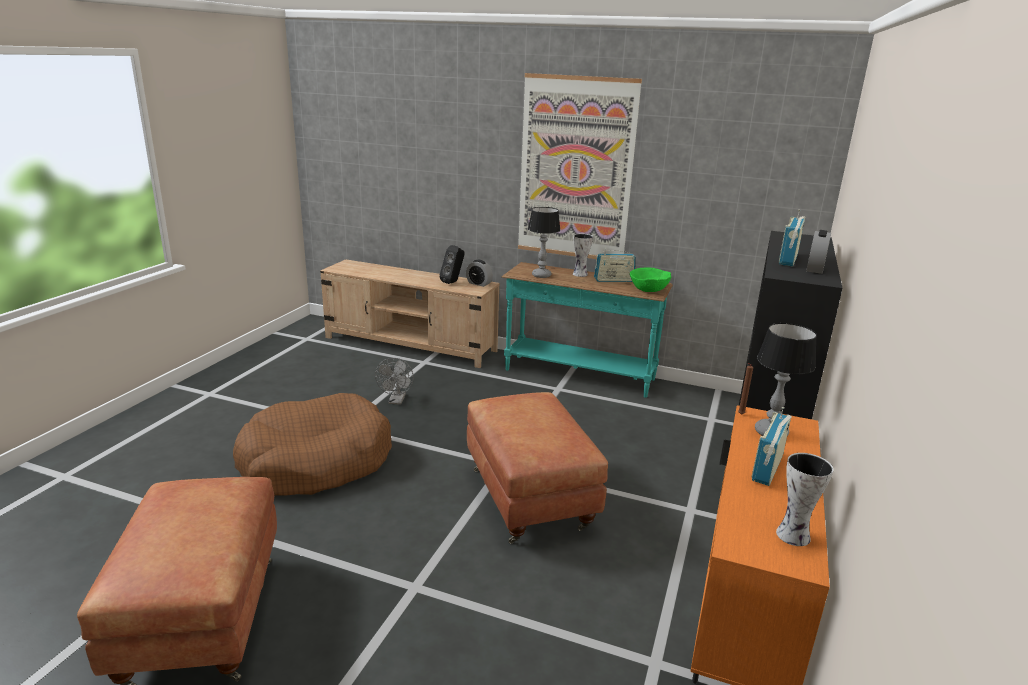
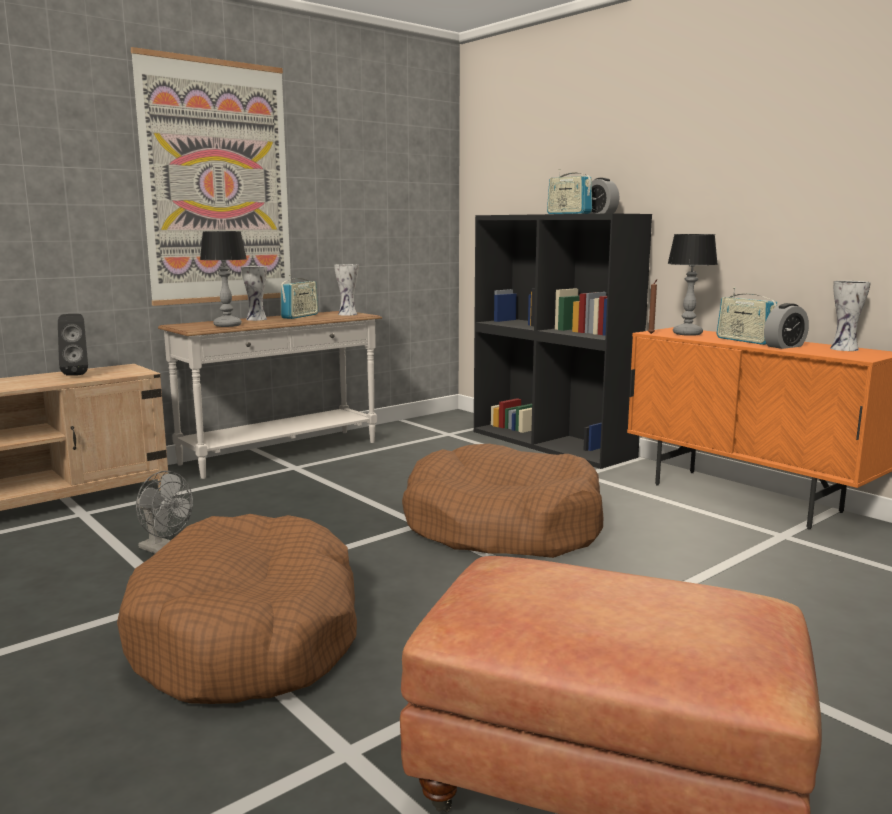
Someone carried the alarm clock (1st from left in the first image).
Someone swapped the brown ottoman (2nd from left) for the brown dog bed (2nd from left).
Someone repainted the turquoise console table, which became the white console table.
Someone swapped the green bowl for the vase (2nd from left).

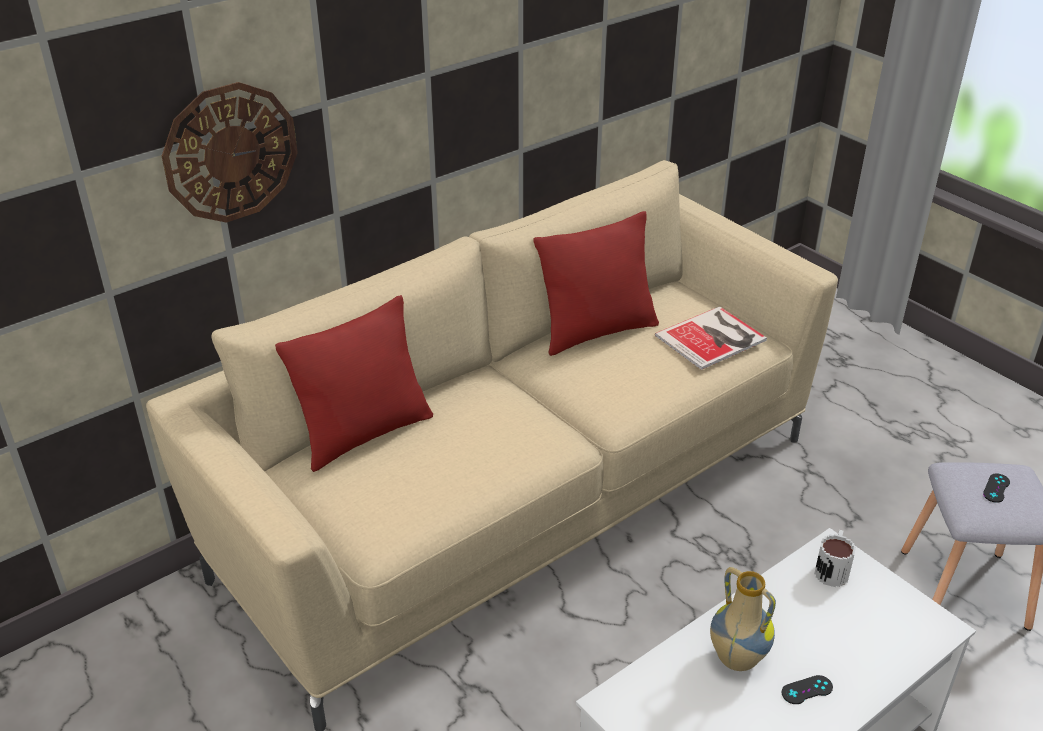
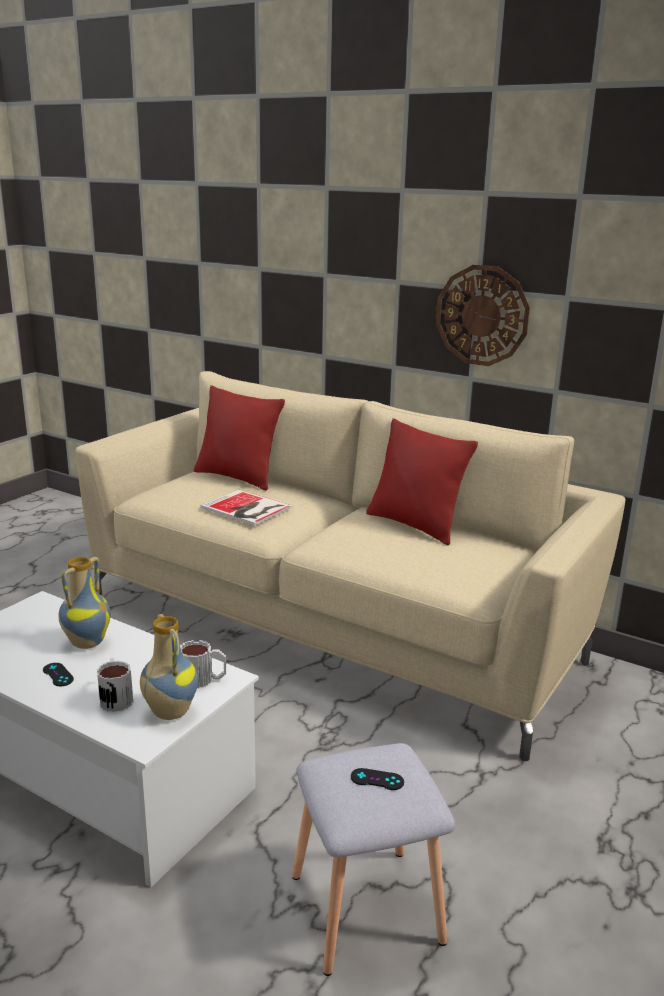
Someone carried the wall clock.
Someone carried the book.
Someone put down the mug (1st from left).
Someone put down the vase (2nd from left).

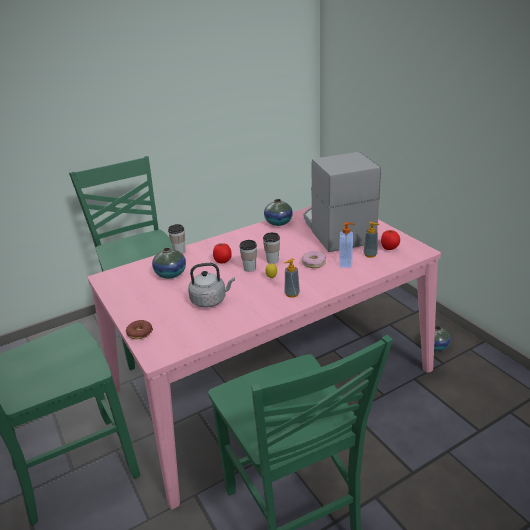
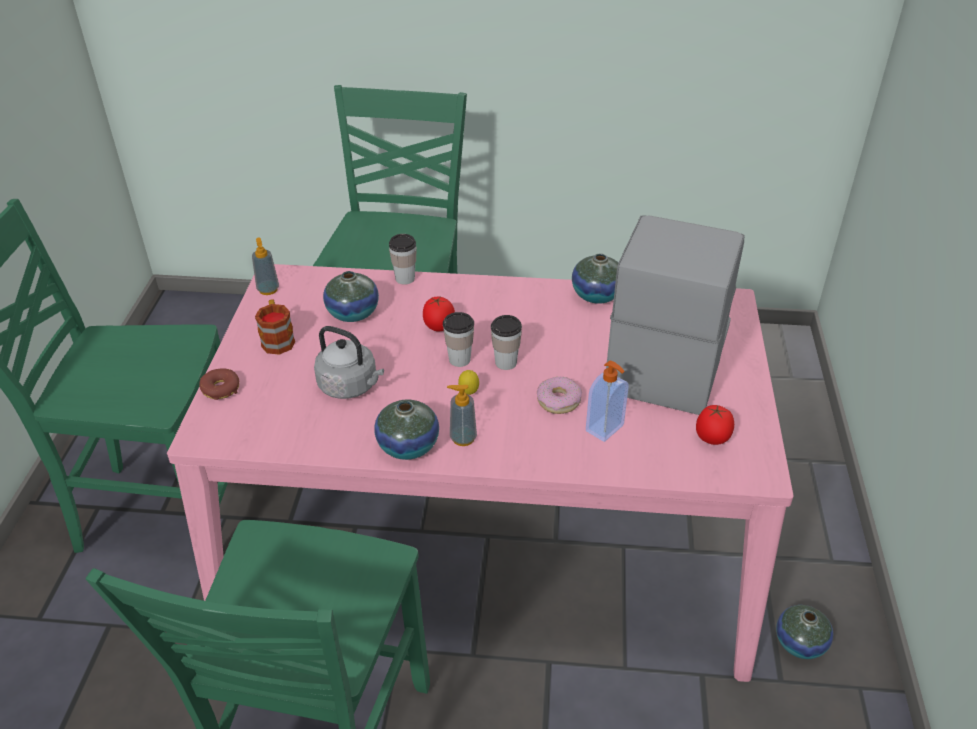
Someone carried the soap dispenser (3rd from left in the first image).
Someone put down the mug.
Someone put down the vase (2nd from left).

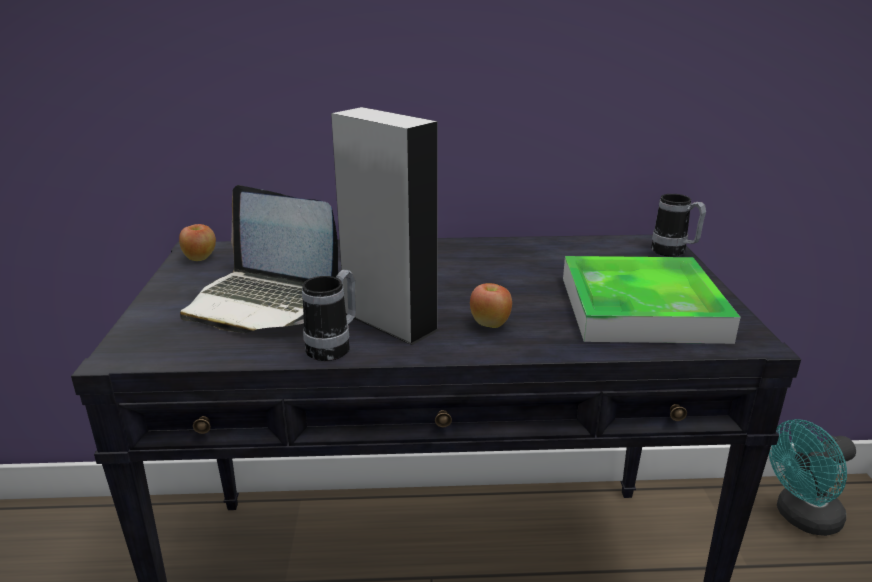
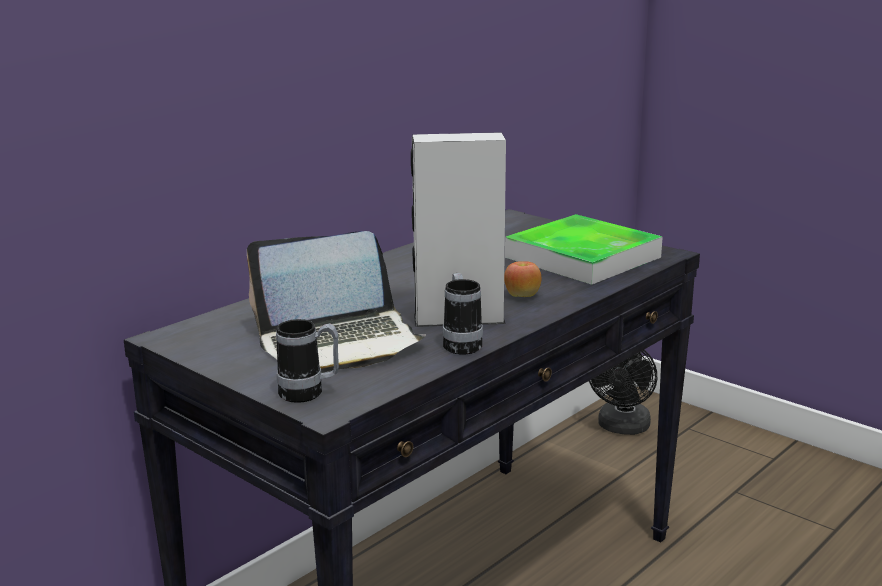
Someone took away the apple (1st from left).
Someone carried the mug (2nd from left in the first image).
Someone repainted the turquoise fan, which became the black fan.

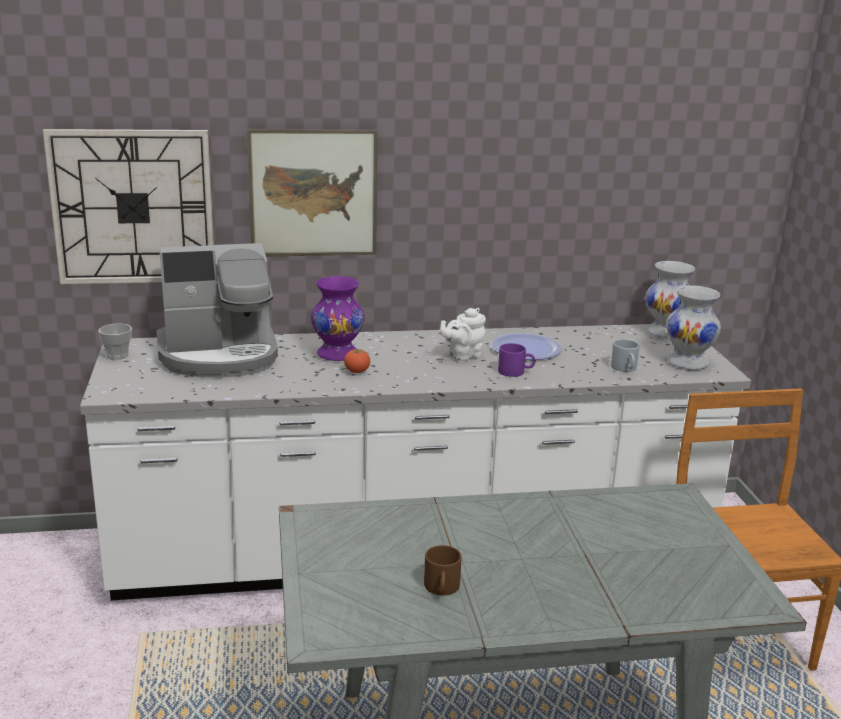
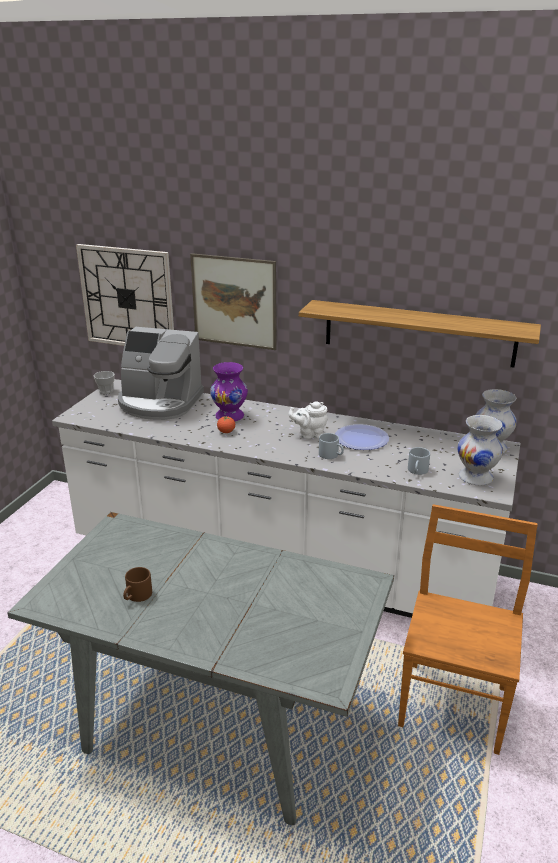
Someone repainted the purple mug, which became the grey mug (1st from left).
Someone put up the shelf.

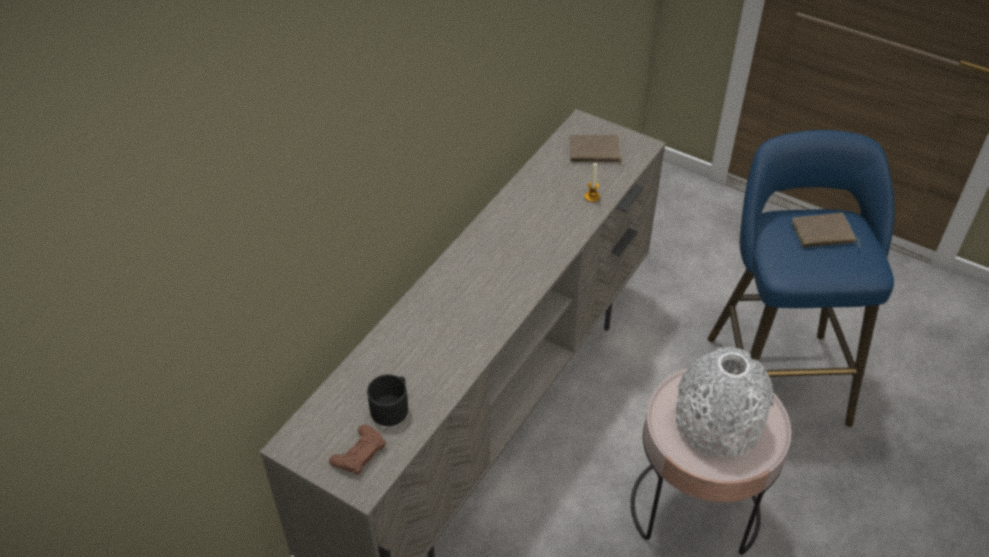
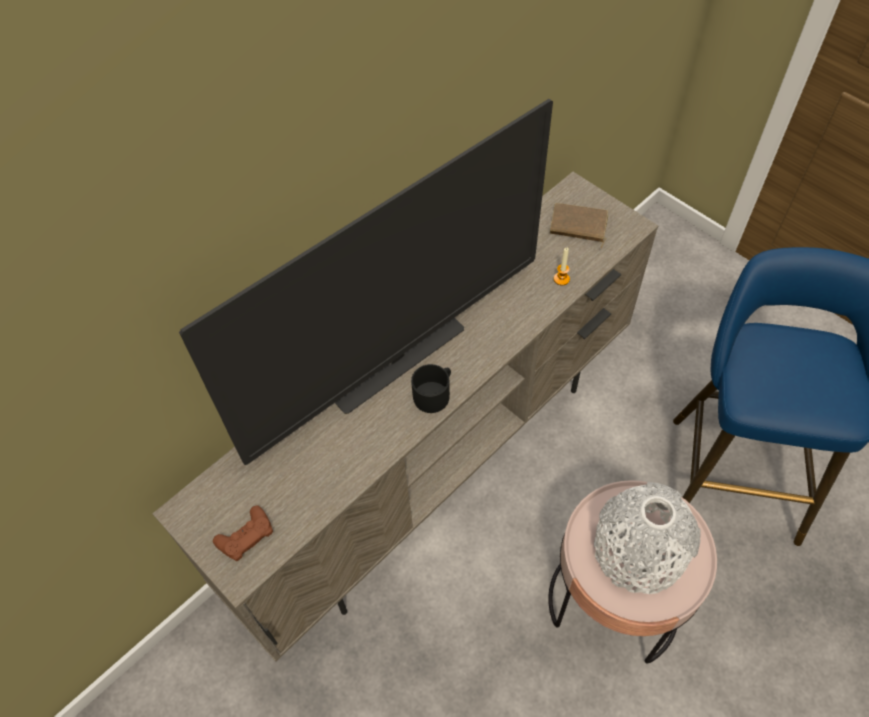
Someone carried the black mug.
Someone took away the brown book (2nd from left).
Someone put down the television.

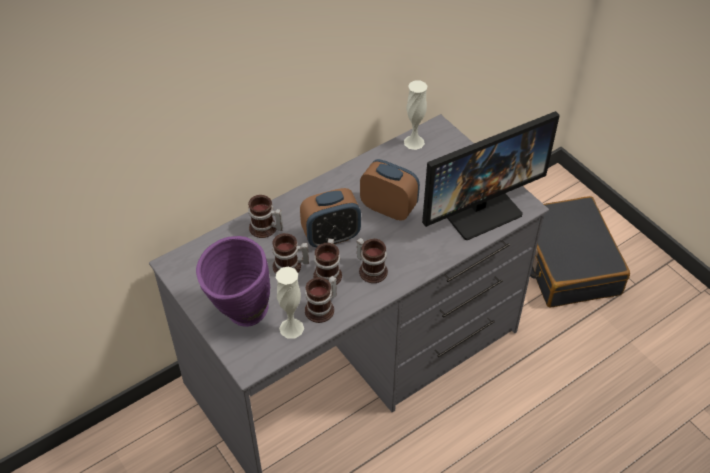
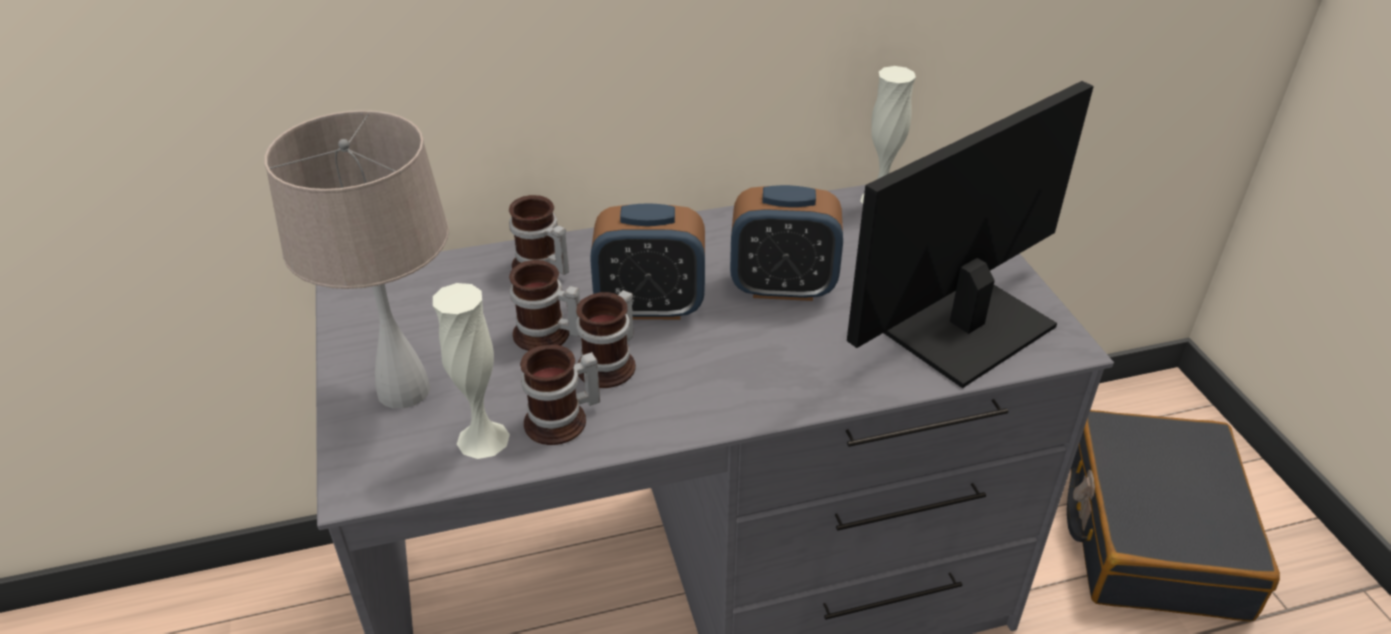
Someone swapped the purple vase for the beige table lamp.
Someone took away the mug (5th from left).
Someone rotated the alarm clock (2nd from left) by 135 degrees clockwise.
Someone rotated the monitor by 150 degrees clockwise.

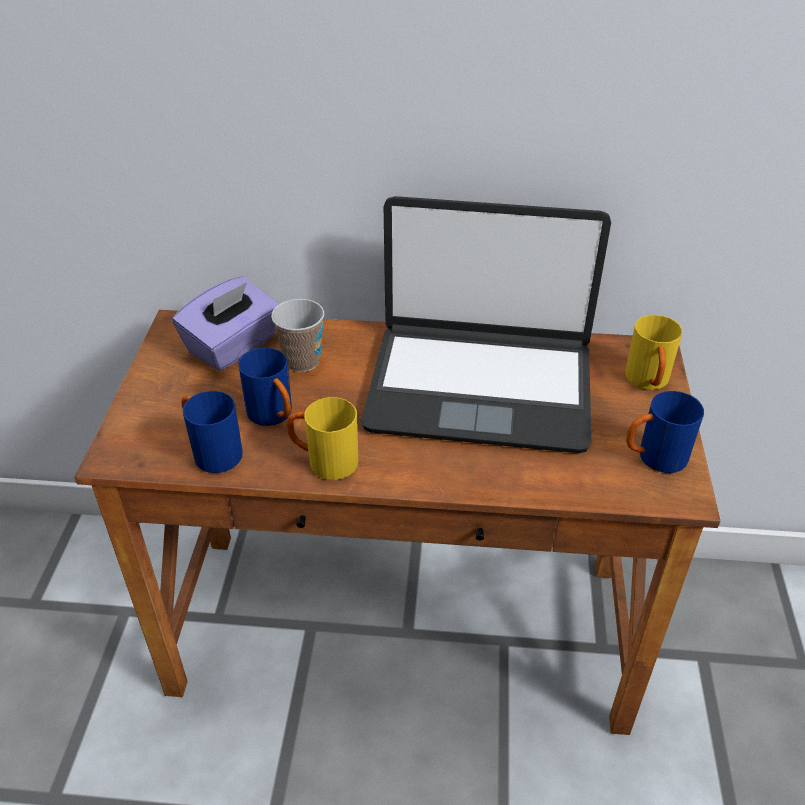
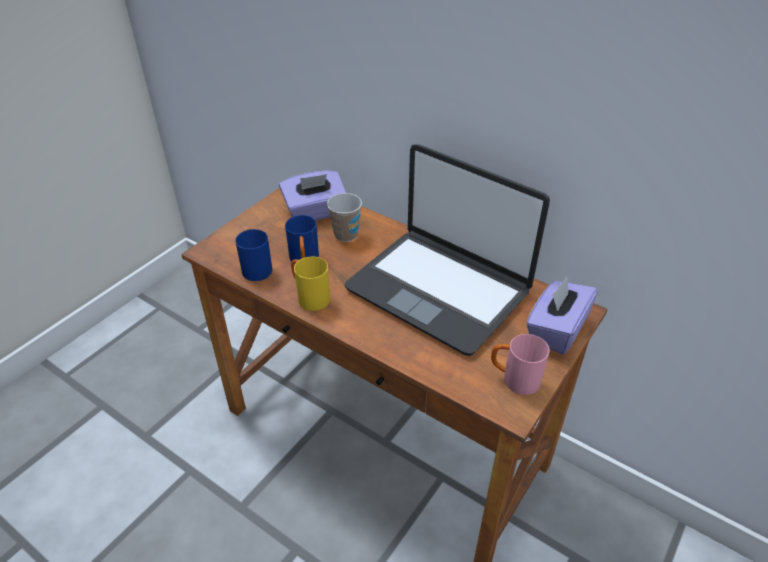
Someone swapped the yellow mug (2nd from left) for the purple tissue box (2nd from left).
Someone repainted the blue mug (3rd from left), which became the pink mug.

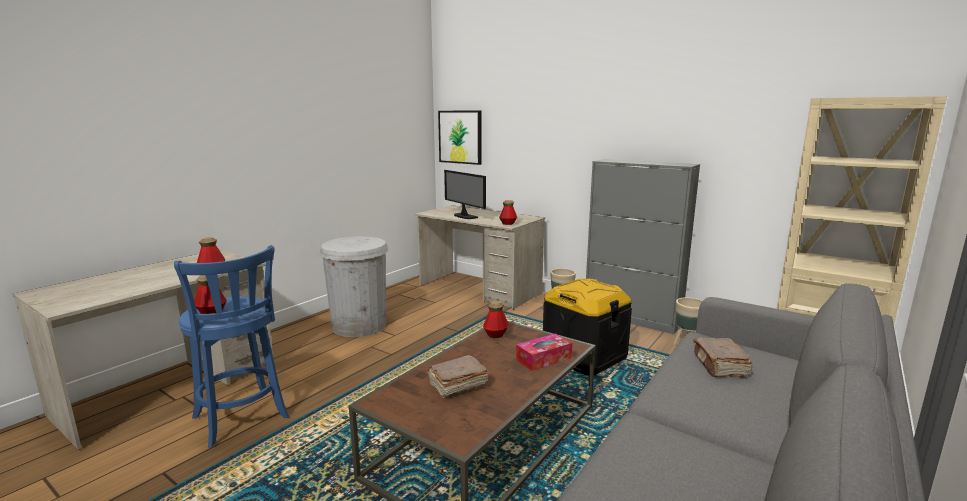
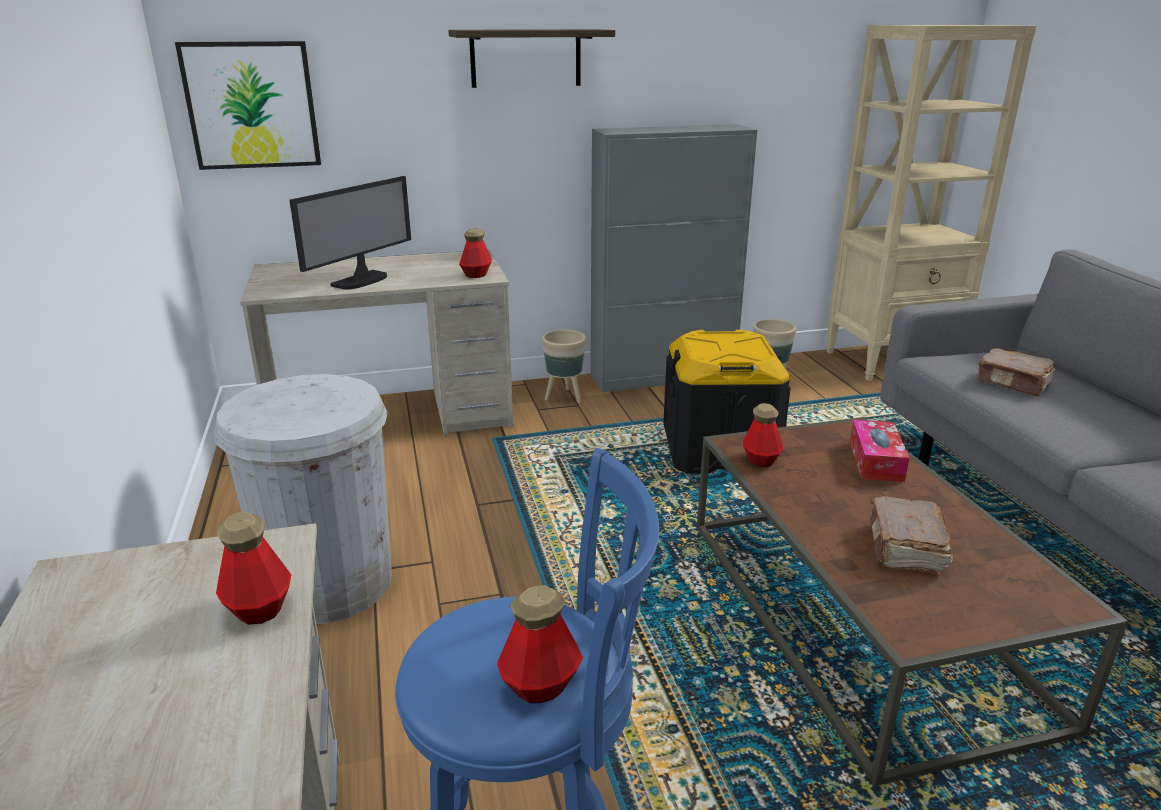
Someone rotated the monitor by 60 degrees counterclockwise.
Someone put up the shelf.

